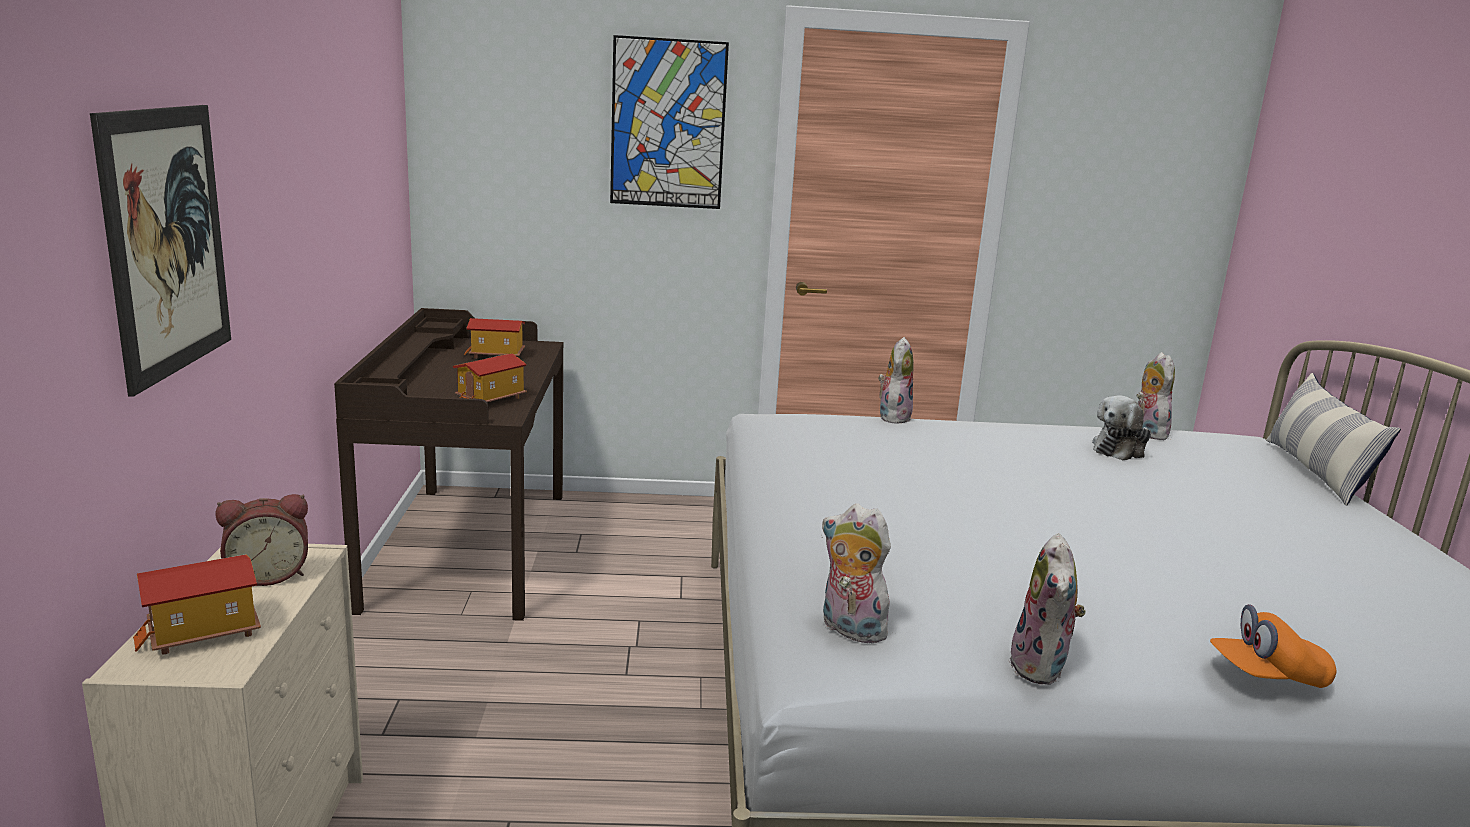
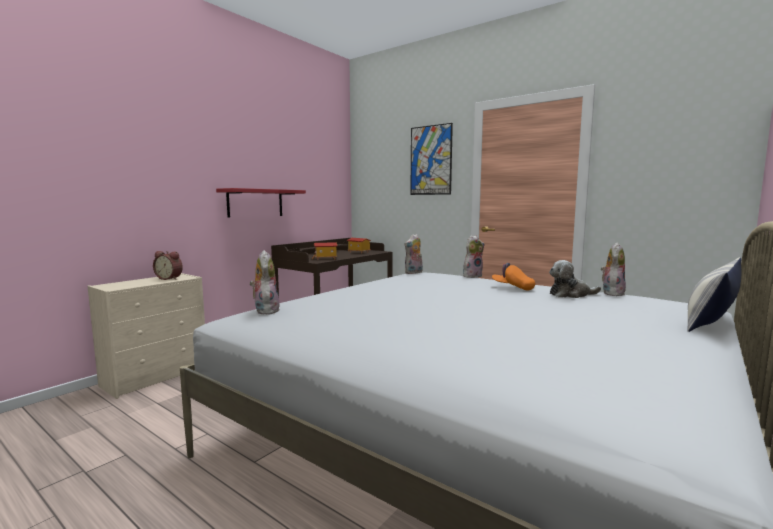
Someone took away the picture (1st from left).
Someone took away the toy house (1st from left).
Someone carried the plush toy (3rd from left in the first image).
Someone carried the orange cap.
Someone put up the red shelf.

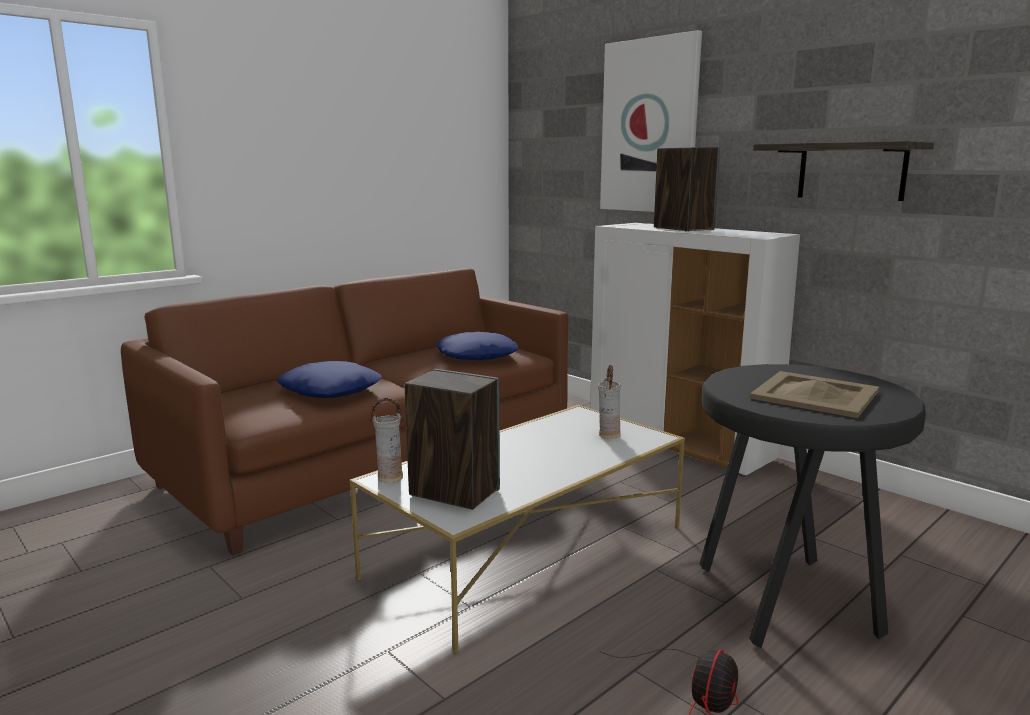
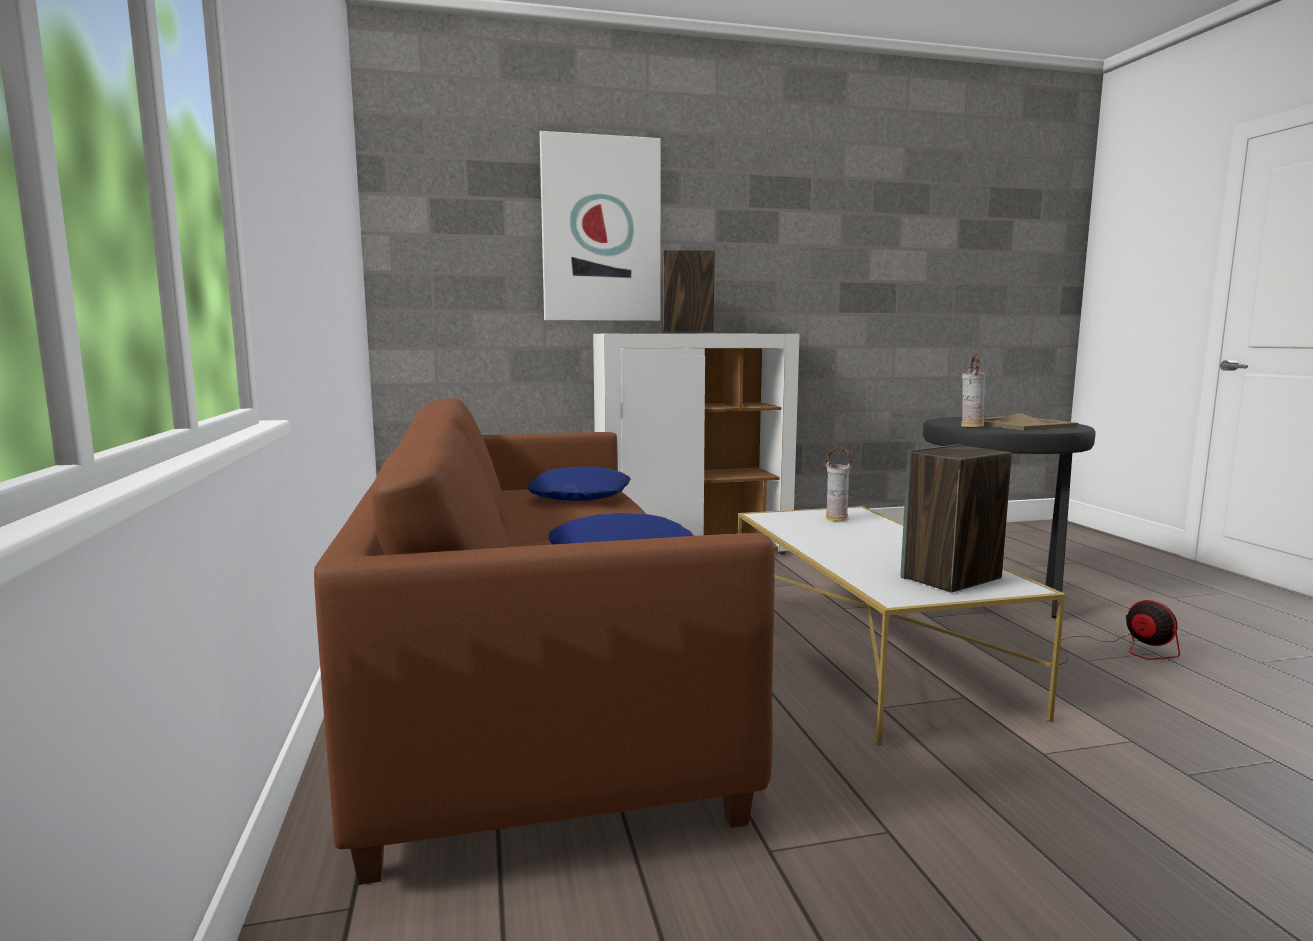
Someone carried the vase (1st from left in the first image).
Someone took away the shelf.

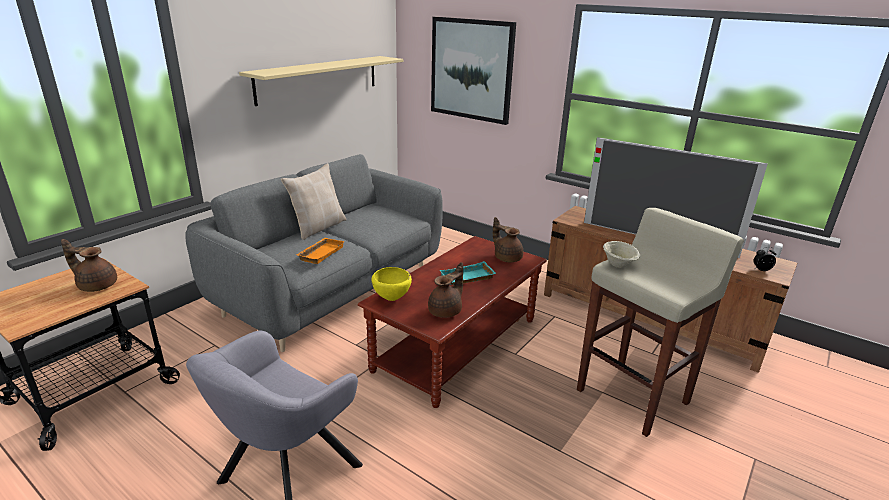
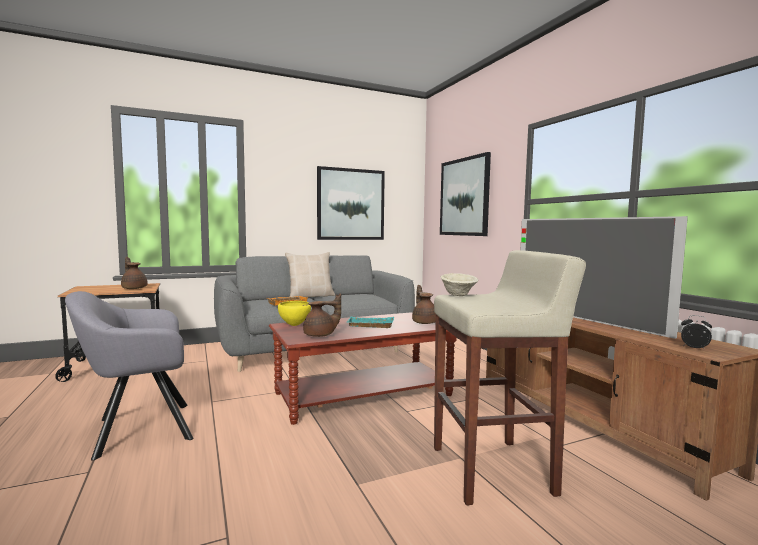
Someone swapped the beige shelf for the picture (1st from left).

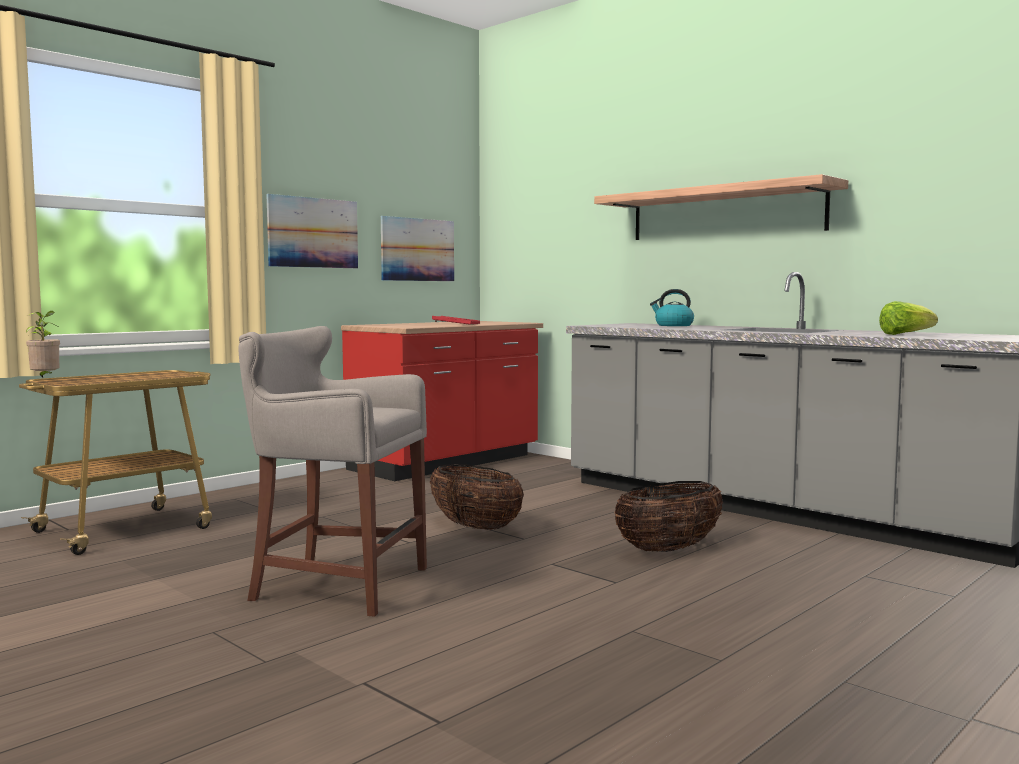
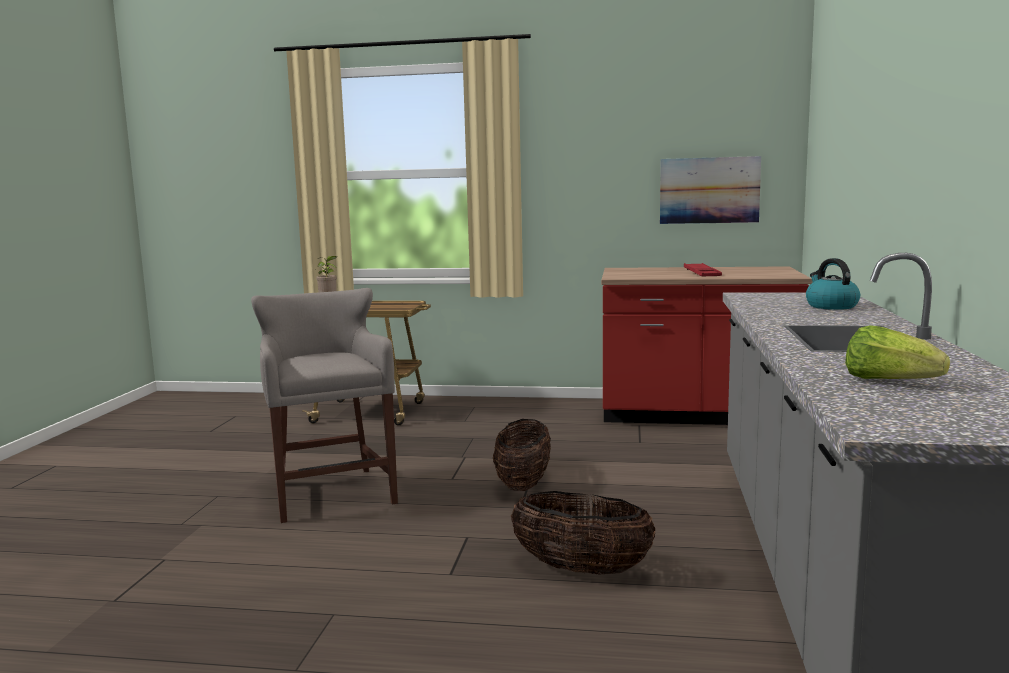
Someone took away the picture (1st from left).
Someone took away the shelf.

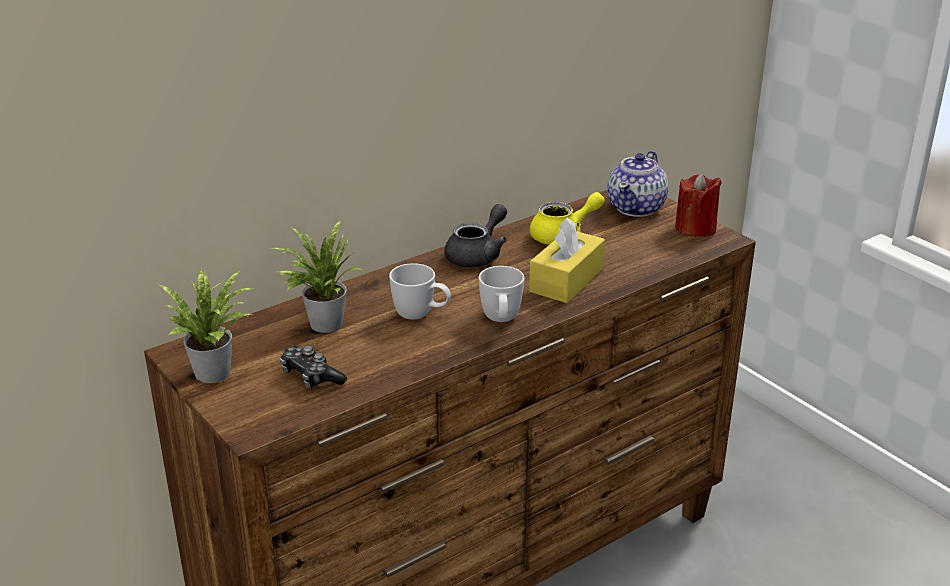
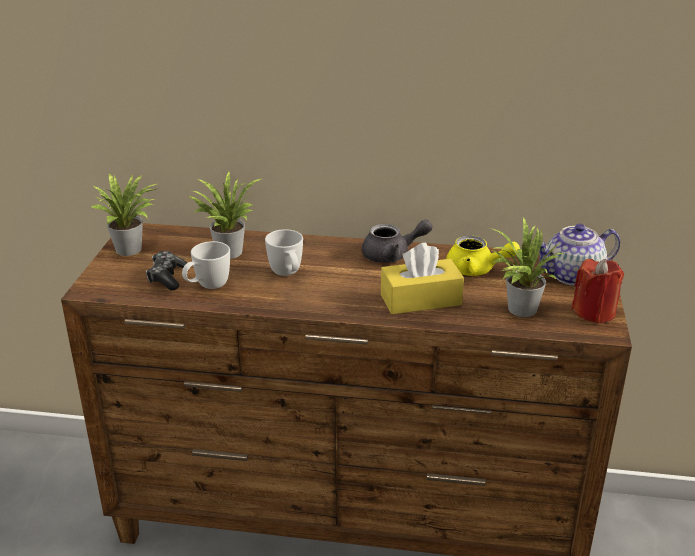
Someone carried the white mug (2nd from left in the first image).
Someone put down the potted plant (3rd from left).

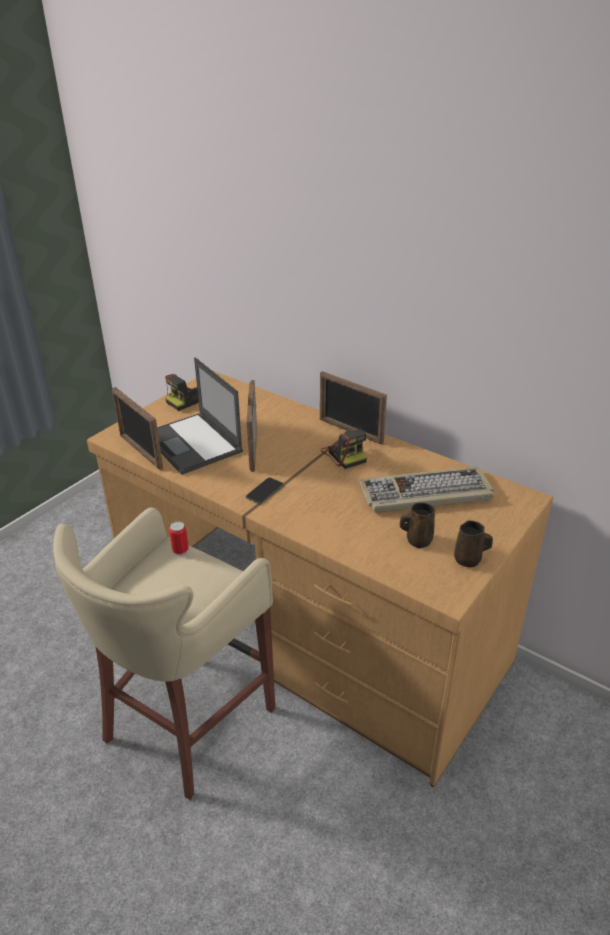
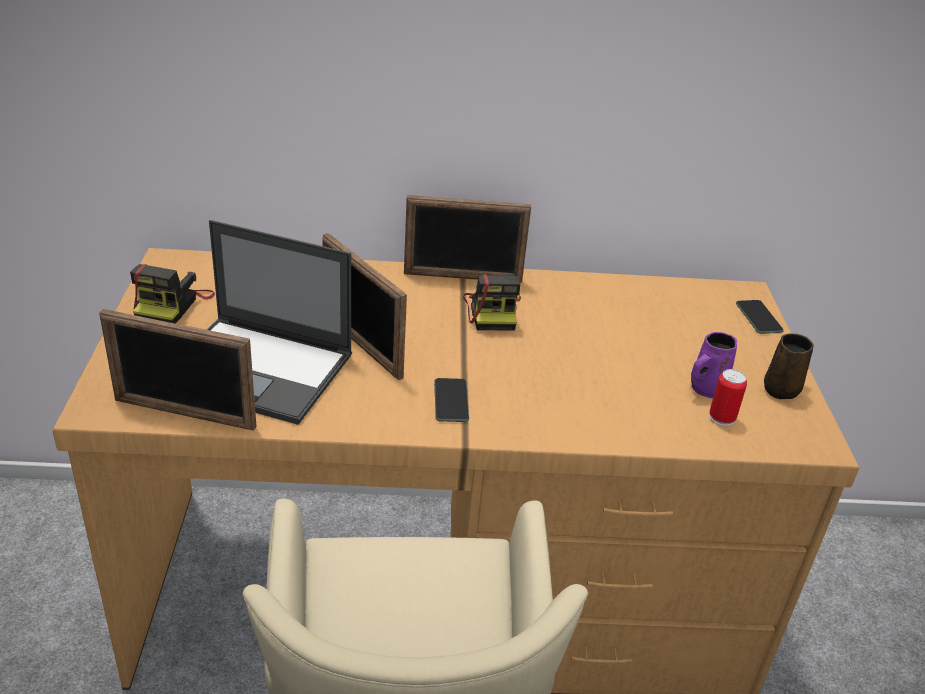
Someone carried the can.
Someone rotated the photo camera (2nd from left) by 60 degrees clockwise.
Someone took away the keyboard.
Someone repainted the brown mug (1st from left), which became the purple mug.
Someone put down the phone (2nd from left).

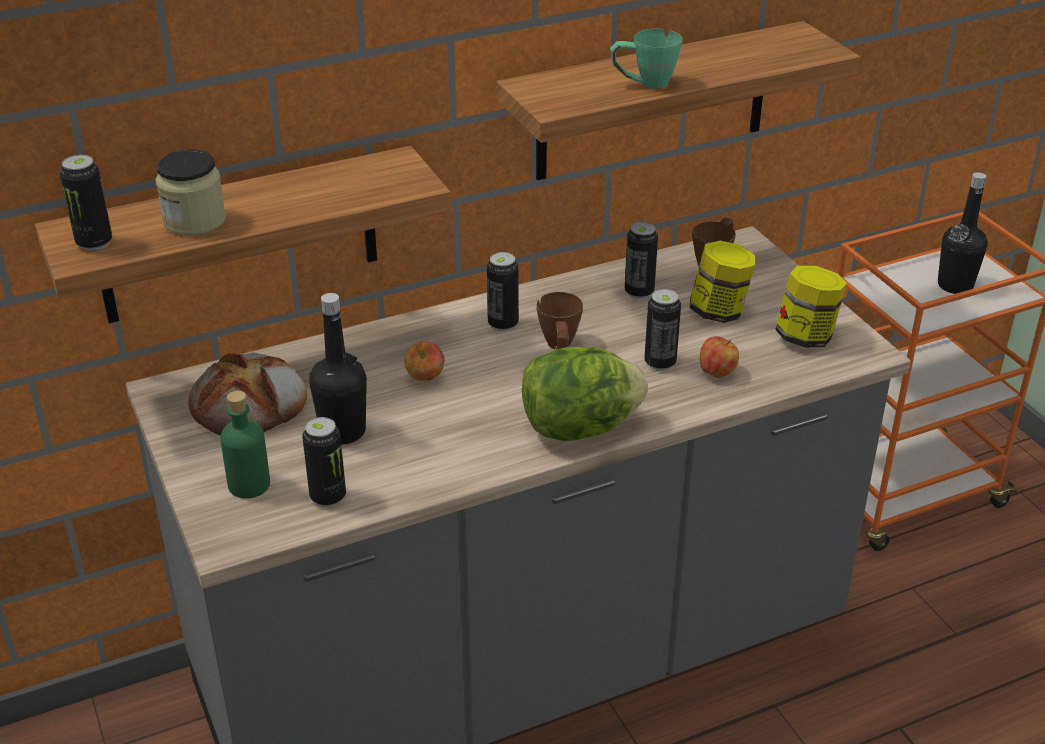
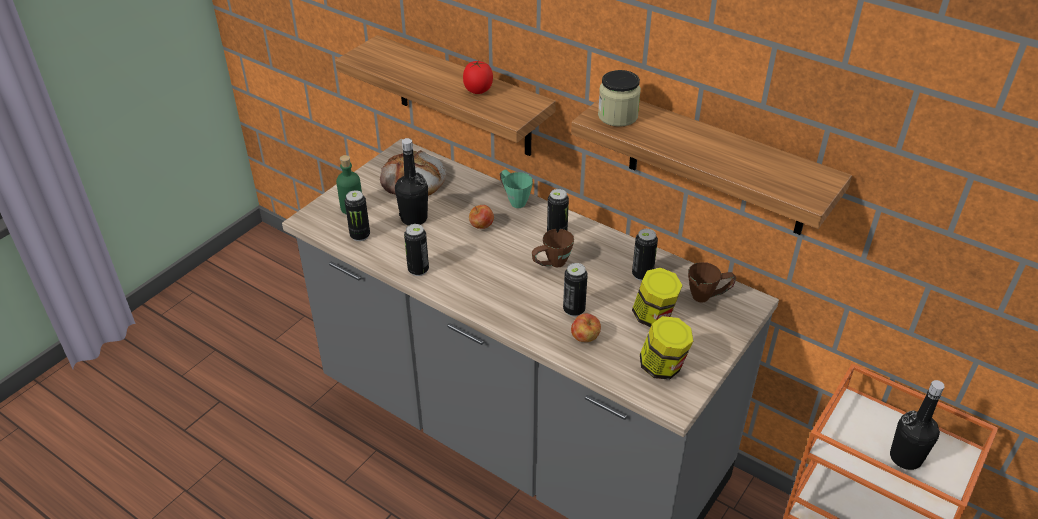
Someone carried the can (1st from left in the first image).
Someone carried the jar (1st from left).
Someone took away the lettuce.
Someone carried the green mug.
Someone put down the tomato.

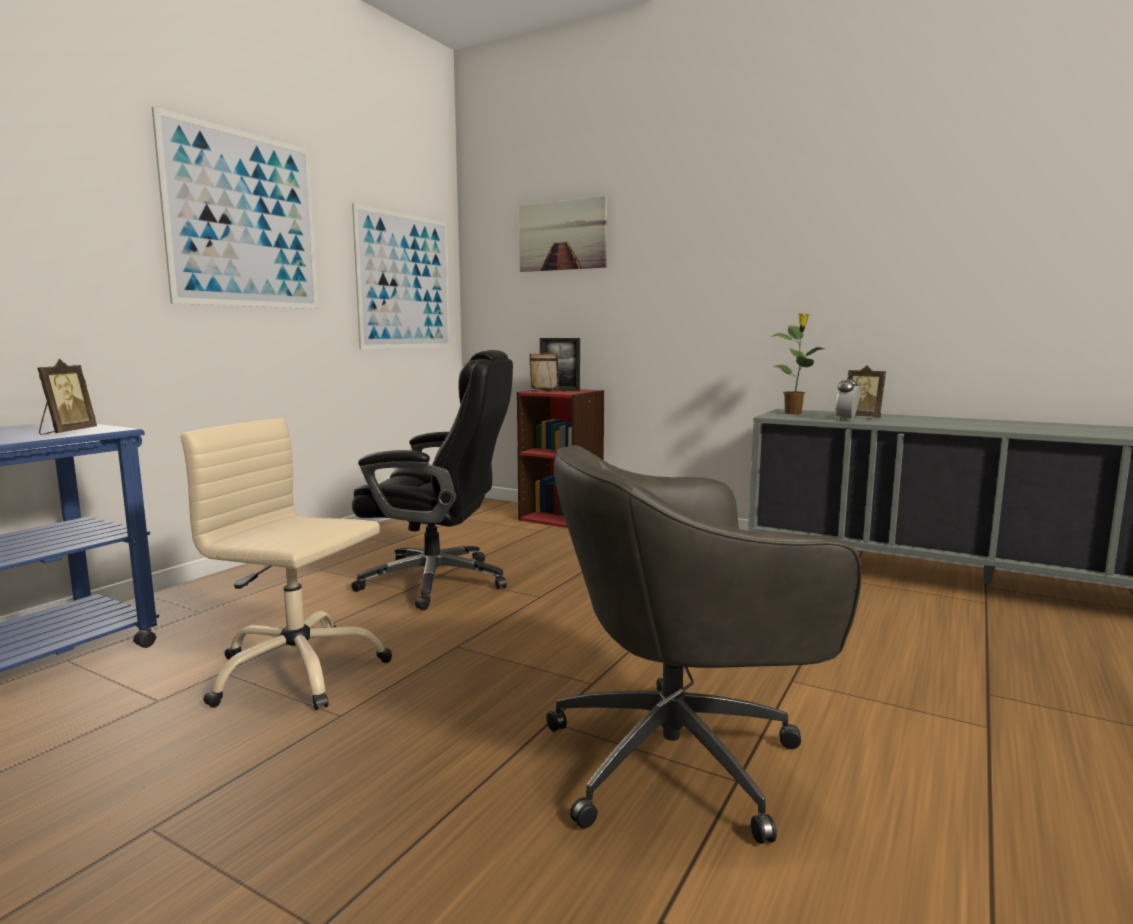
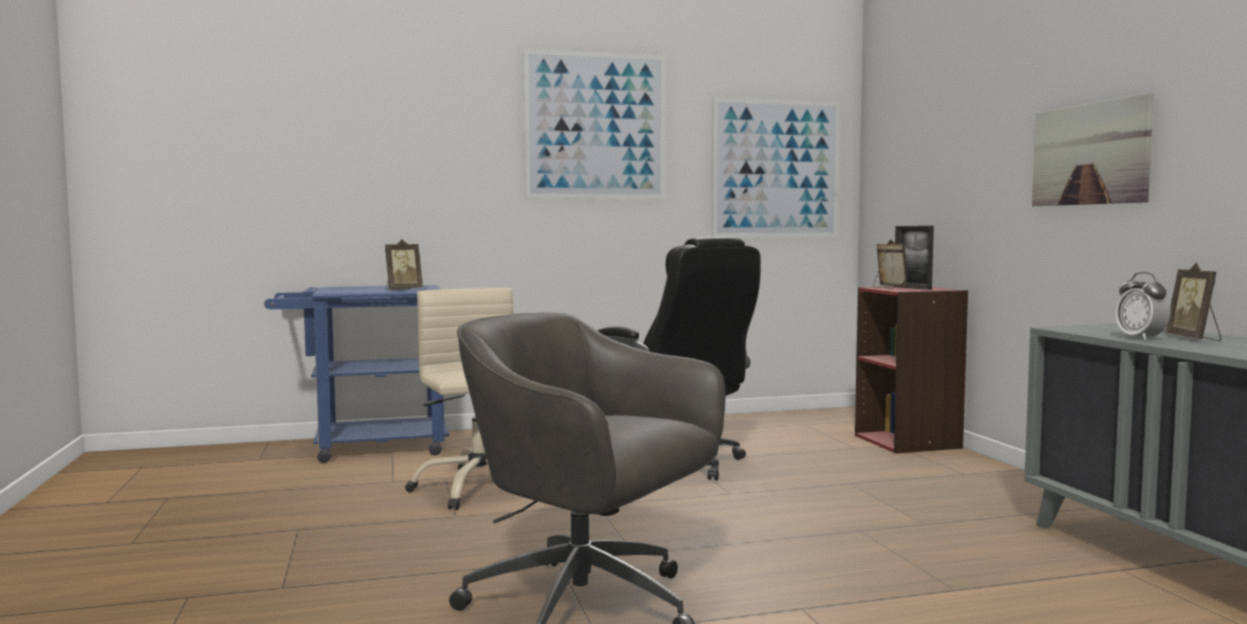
Someone carried the picture (3rd from left).
Someone took away the potted plant.
Someone rotated the alarm clock by 90 degrees counterclockwise.

